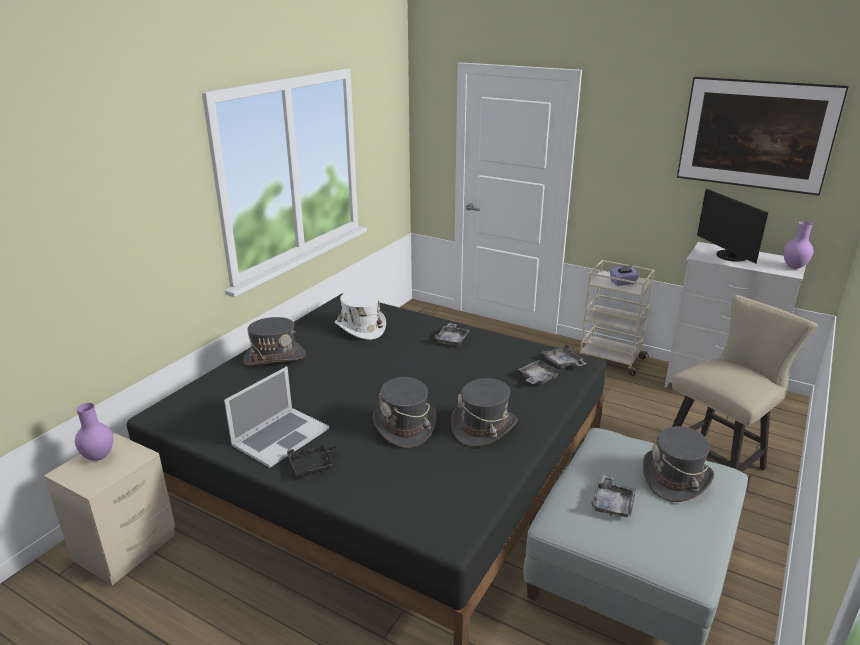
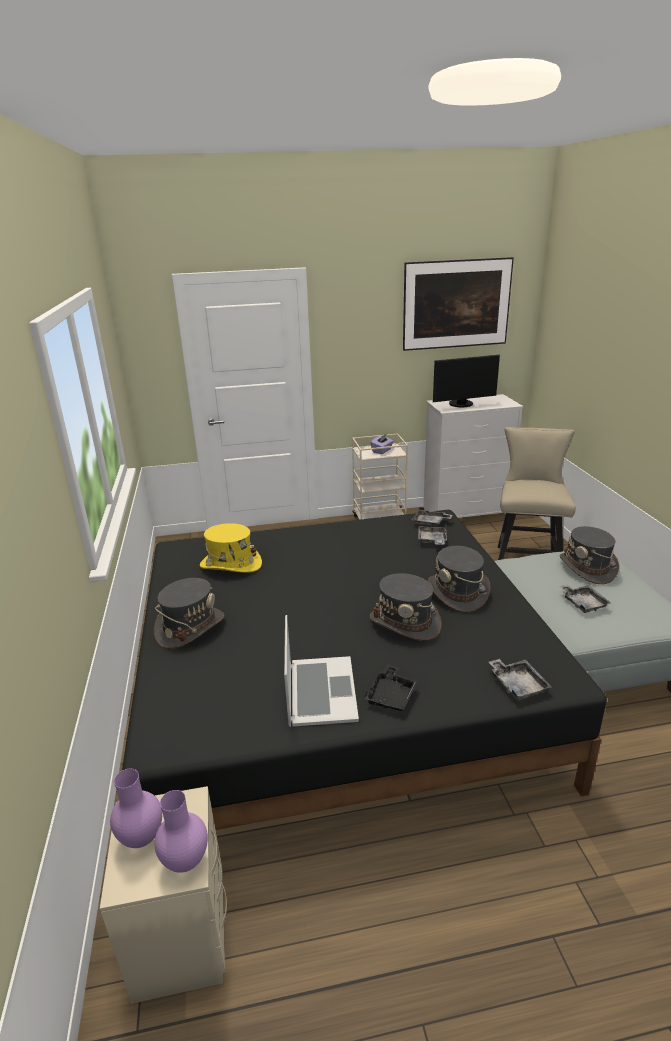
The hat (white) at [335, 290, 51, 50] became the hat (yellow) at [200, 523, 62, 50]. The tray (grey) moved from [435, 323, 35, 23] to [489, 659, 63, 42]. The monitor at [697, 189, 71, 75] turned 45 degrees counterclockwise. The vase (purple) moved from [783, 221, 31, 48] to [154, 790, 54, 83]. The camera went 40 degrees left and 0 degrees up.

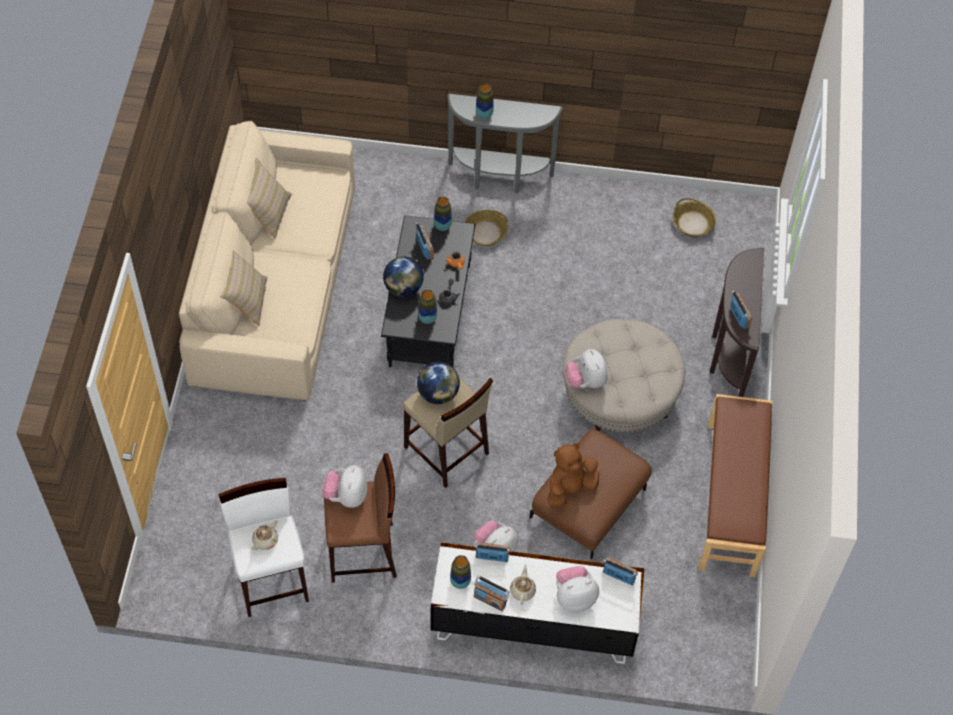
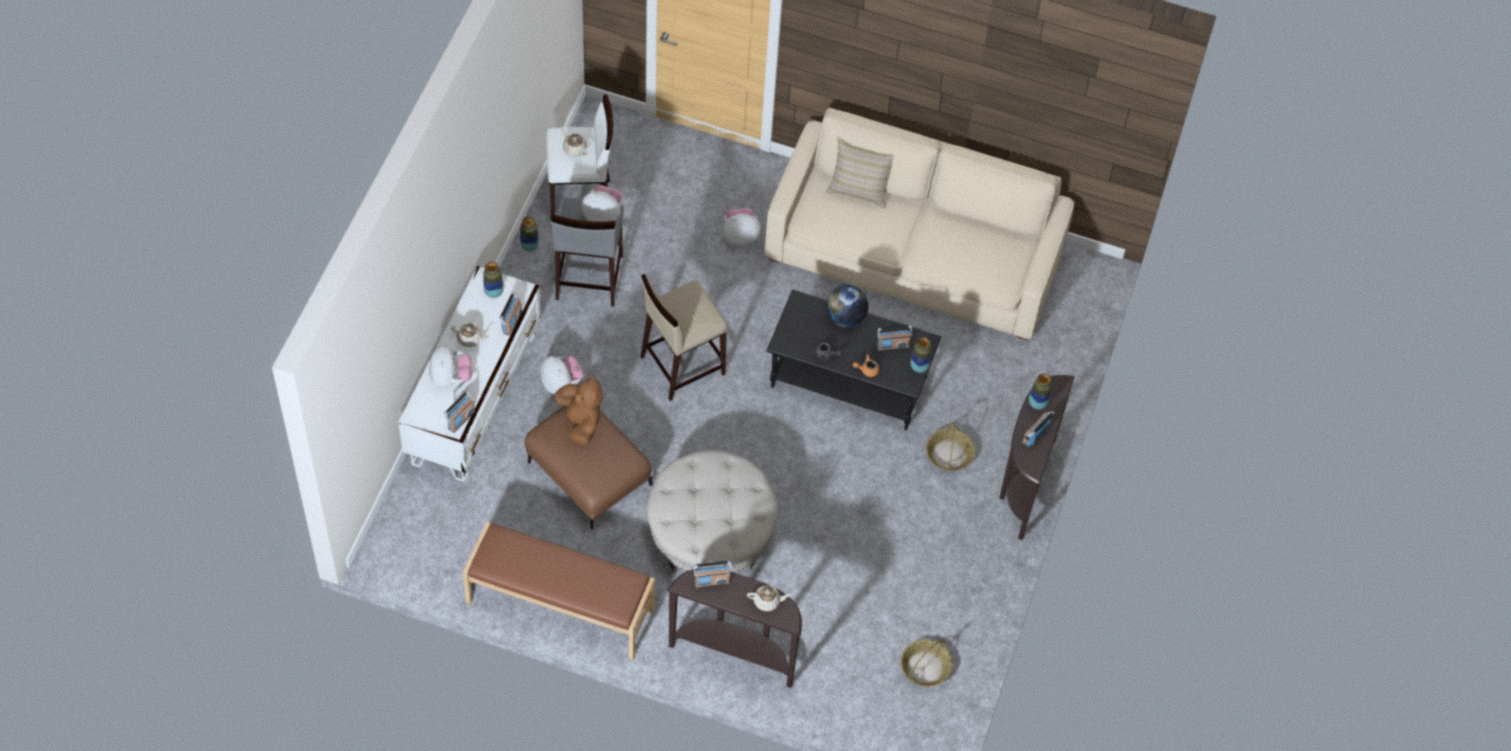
The pillow (beige) at [247, 158, 45, 80] disappeared. The stool (brown) at [324, 453, 73, 130] became the stool (grey) at [551, 197, 73, 109]. The globe at [417, 362, 43, 42] disappeared. The vase moved from [418, 290, 19, 34] to [520, 217, 19, 35]. The console table (grey) at [447, 94, 116, 100] became the console table (brown) at [999, 375, 76, 165]. The radio moved from [473, 575, 37, 36] to [1022, 411, 32, 36]. The plush toy moved from [565, 349, 43, 39] to [723, 208, 38, 39]. The teapot (beige) at [747, 585, 44, 26] appeared. The camera went 100 degrees right and 0 degrees up.

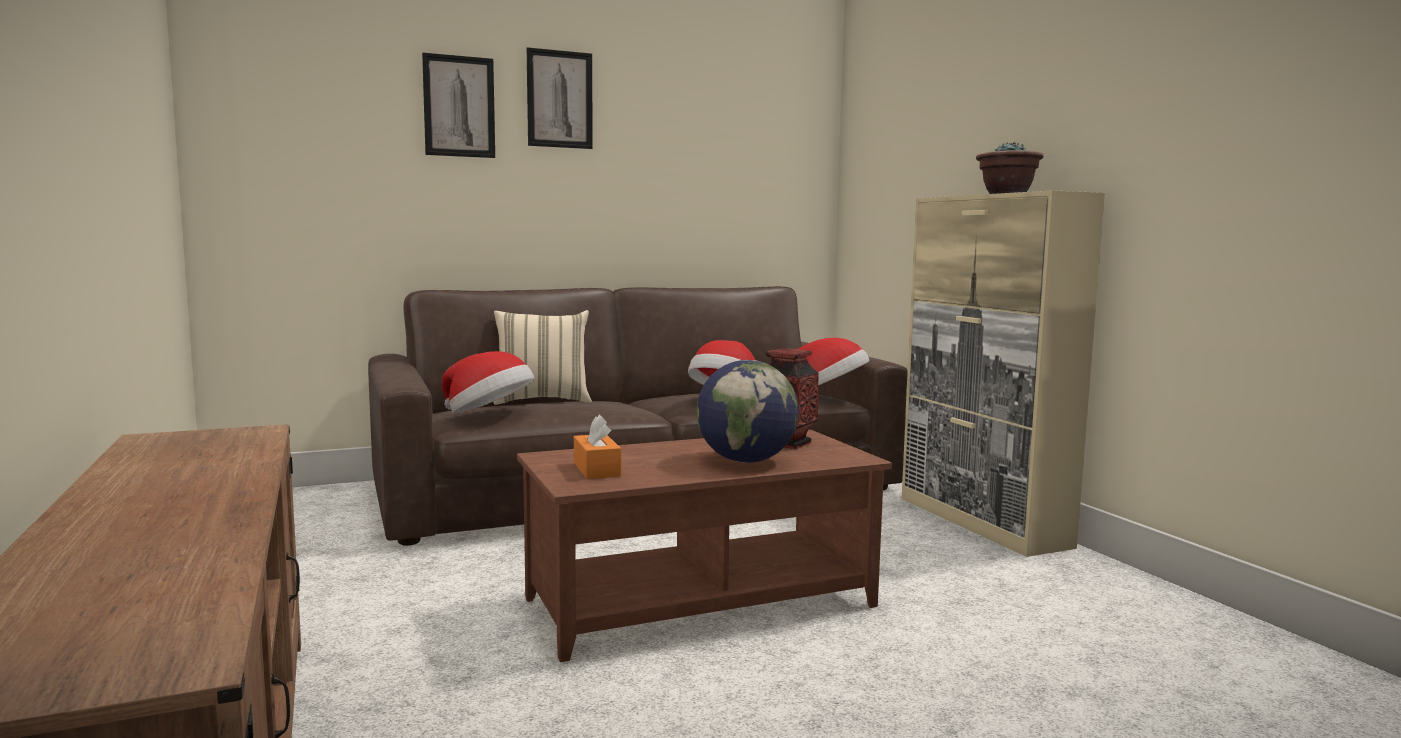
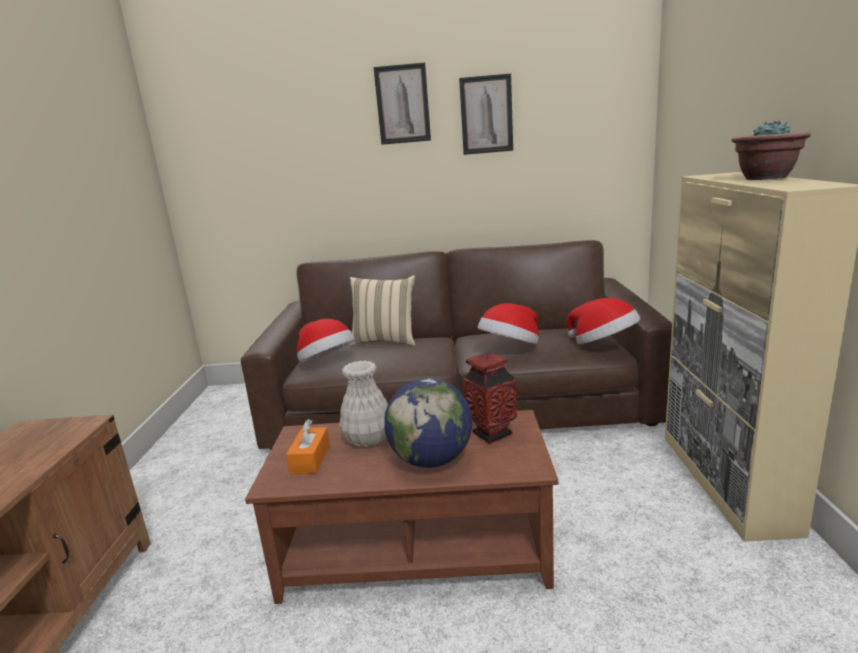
The picture moved from [422, 52, 73, 106] to [459, 73, 54, 82]. The vase (white) at [339, 361, 49, 86] appeared. The camera went 25 degrees right and 10 degrees up.

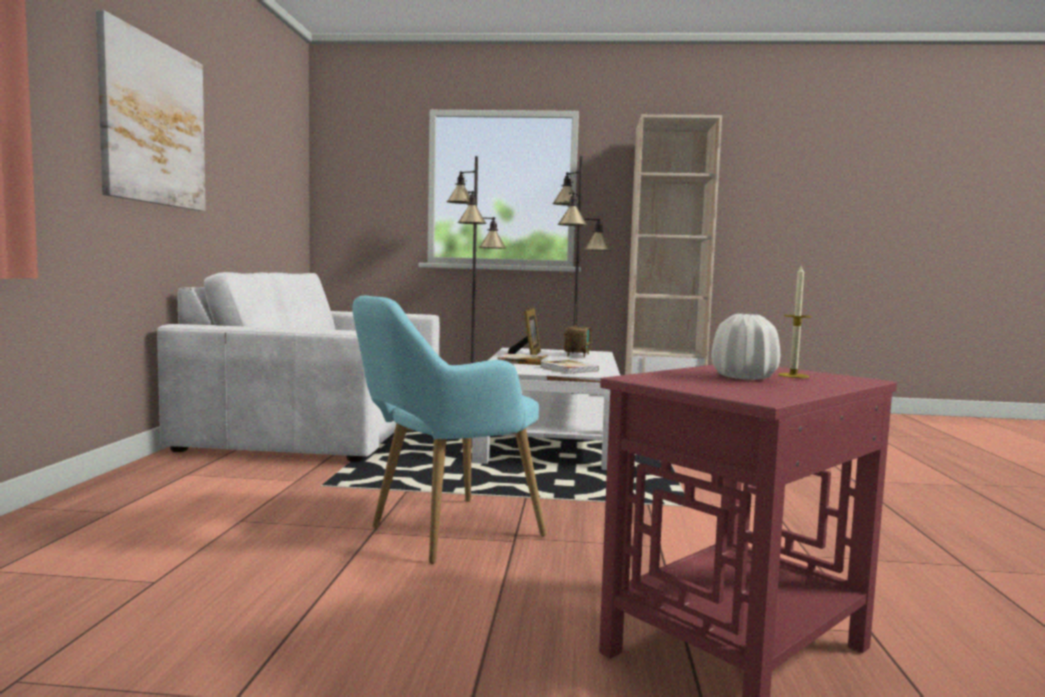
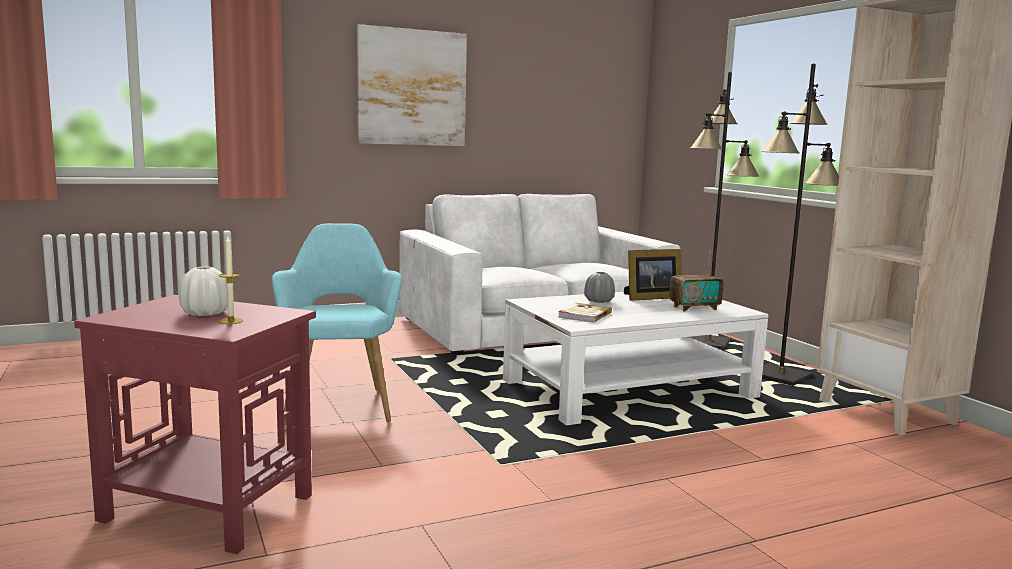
The armchair (turquoise) at [352, 296, 194, 268] turned 60 degrees clockwise. The book at [497, 353, 51, 12] was replaced by the vase (grey) at [584, 272, 31, 31]. The camera went 60 degrees right and 5 degrees up.

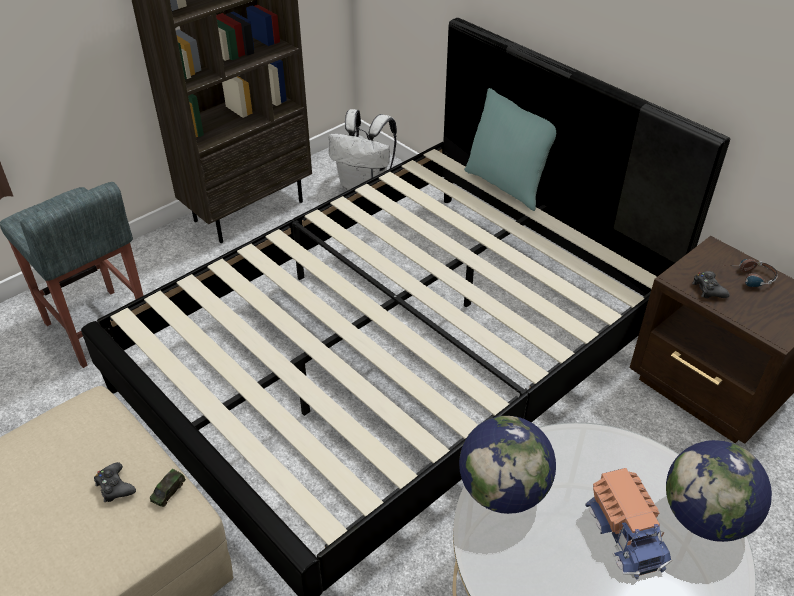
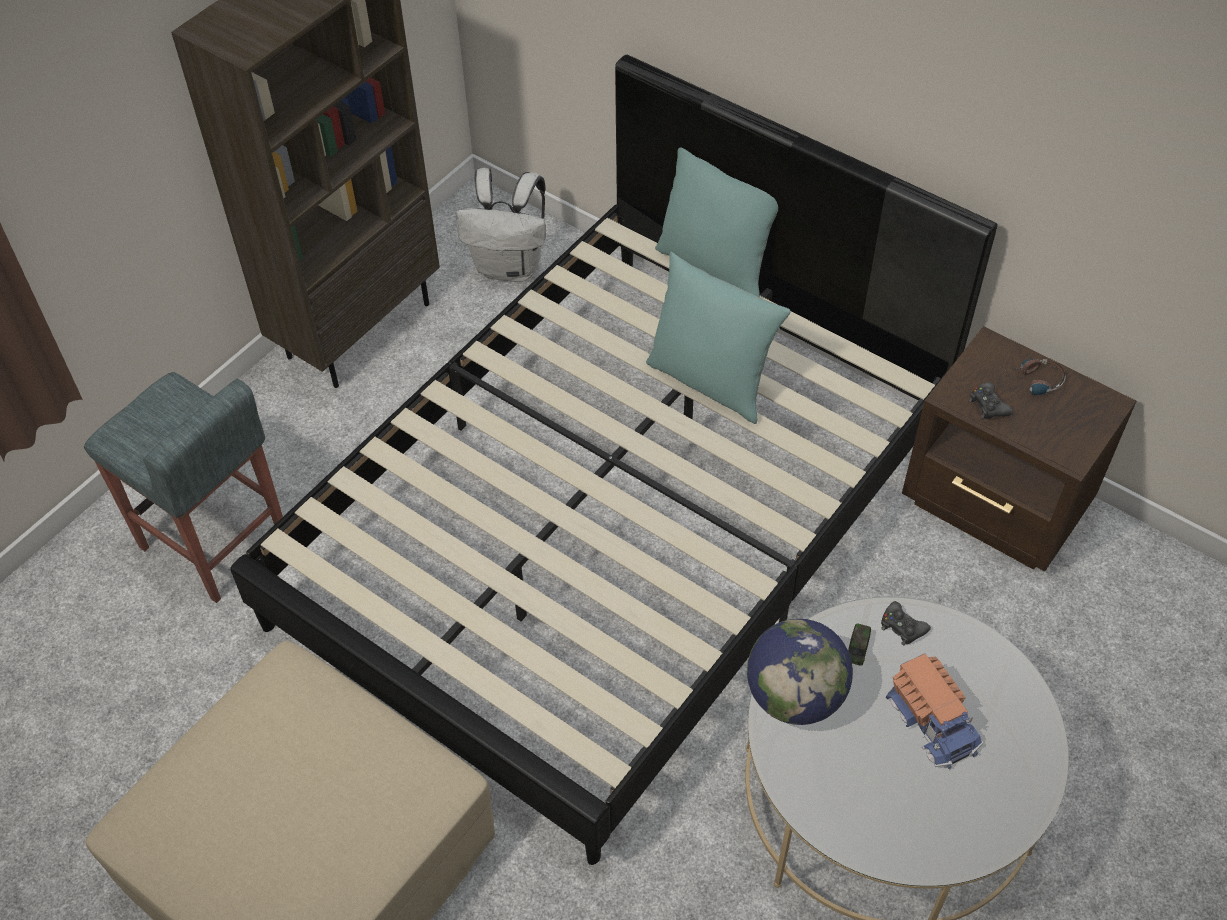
The game controller (black) moved from [94, 462, 42, 40] to [881, 601, 50, 44]. The toy car moved from [150, 469, 36, 38] to [848, 623, 23, 43]. The globe at [666, 440, 106, 102] disappeared. The pillow (turquoise) at [646, 252, 145, 172] appeared. The camera went 10 degrees left and 10 degrees up.

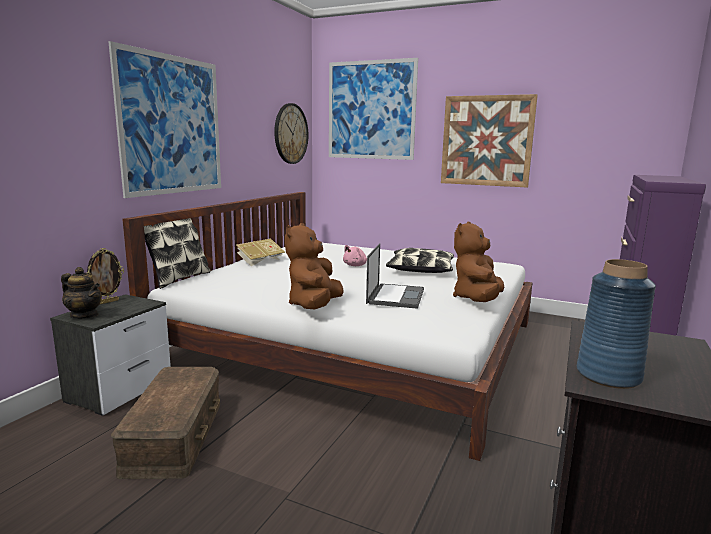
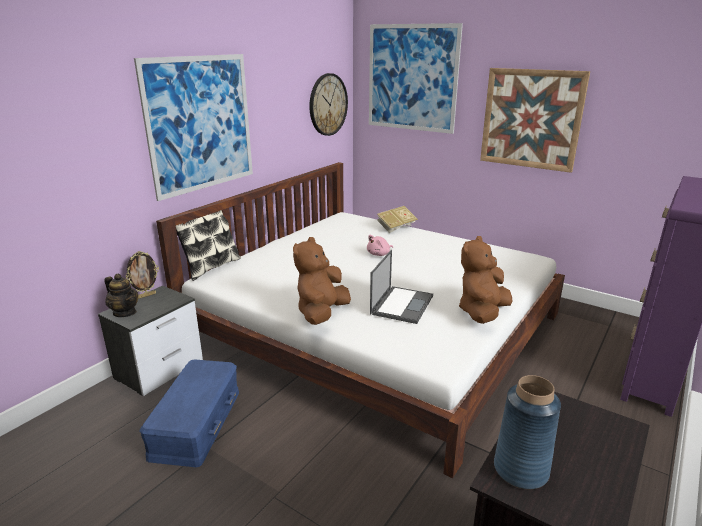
The storage box (brown) at [111, 367, 109, 112] became the storage box (blue) at [140, 359, 99, 108]. The book moved from [236, 239, 49, 27] to [377, 206, 41, 27]. The pillow at [386, 248, 68, 25] disappeared. The camera went 10 degrees right and 10 degrees up.

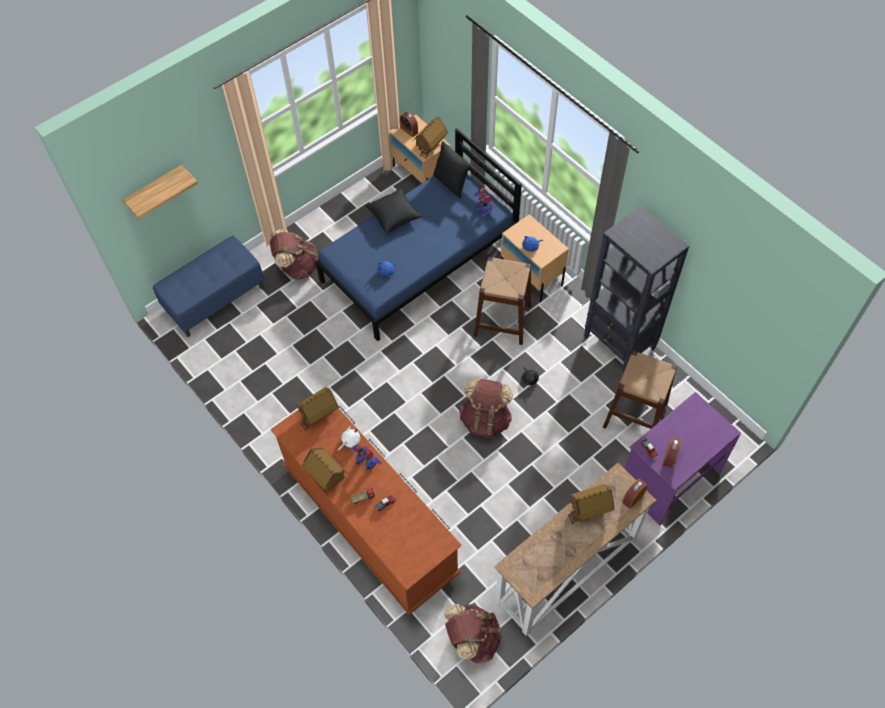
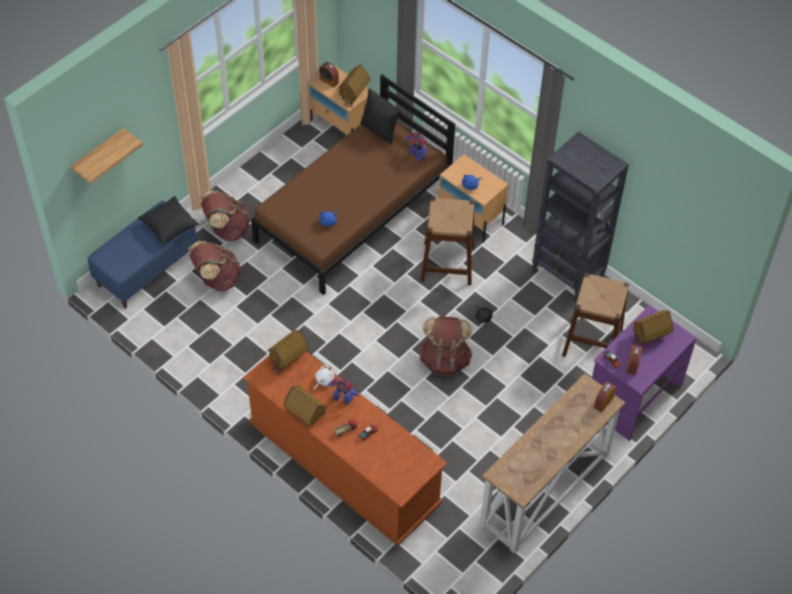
The bed (blue) at [316, 128, 206, 213] became the bed (brown) at [251, 74, 204, 221]. The pillow (black) moved from [365, 188, 57, 47] to [138, 196, 61, 50]. The backpack (brown) moved from [444, 604, 58, 60] to [188, 241, 53, 51]. The toy house moved from [568, 484, 46, 40] to [631, 310, 43, 36]. The camera went 10 degrees left and 5 degrees down.

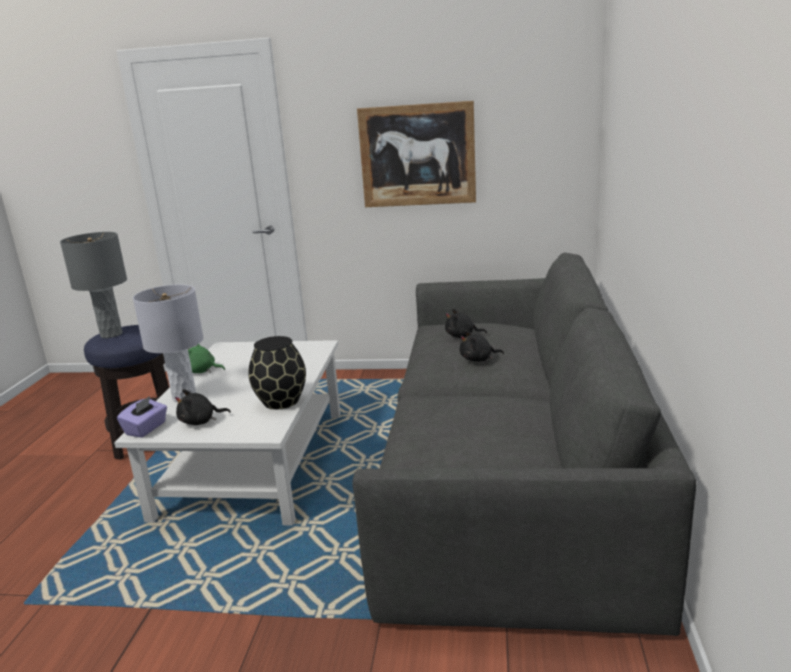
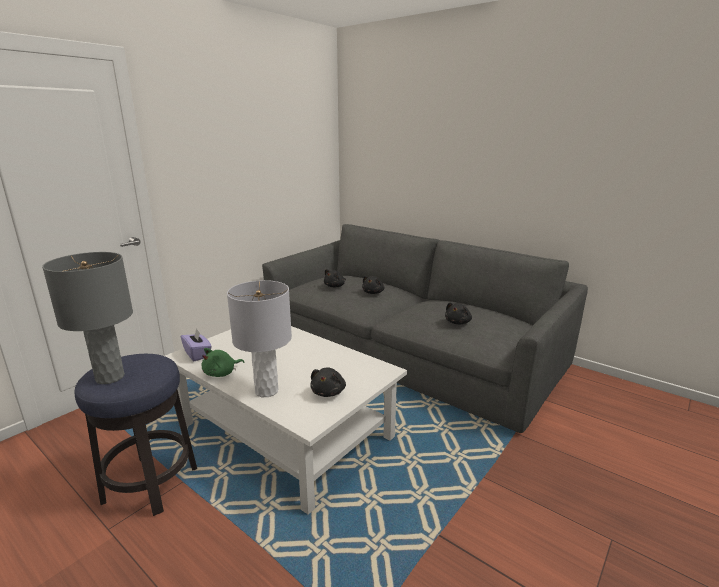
The tissue box (purple) moved from [117, 396, 50, 42] to [181, 328, 31, 33]. The vase (black) at [248, 336, 58, 73] disappeared. The picture at [357, 101, 119, 106] disappeared. The plush toy (black) at [445, 302, 27, 22] appeared. The camera went 60 degrees left and 0 degrees up.

